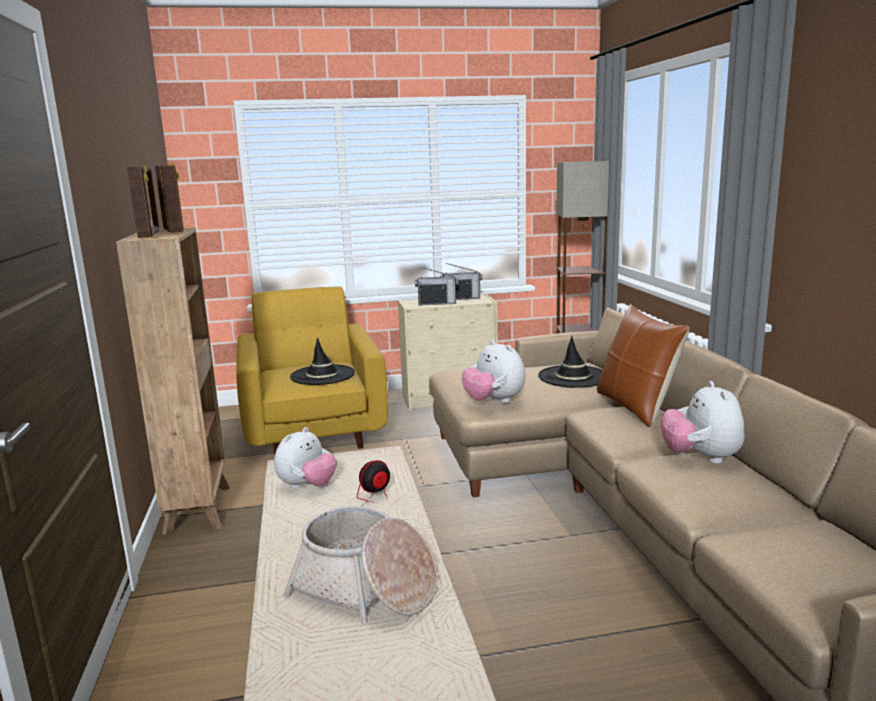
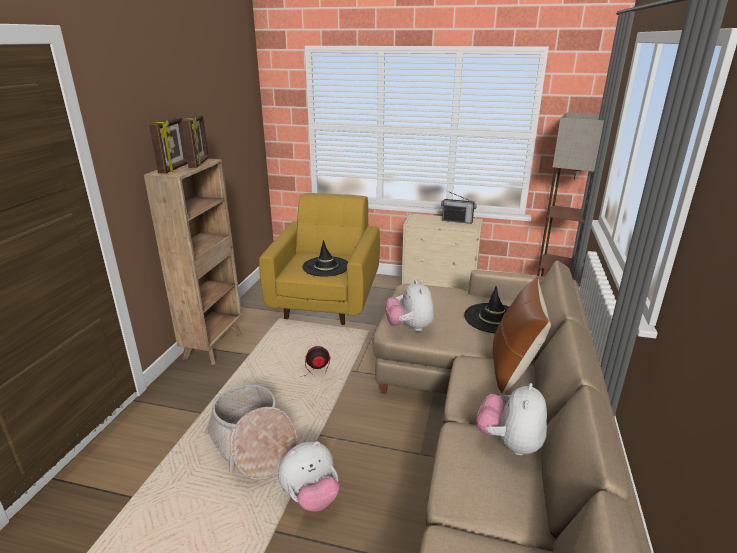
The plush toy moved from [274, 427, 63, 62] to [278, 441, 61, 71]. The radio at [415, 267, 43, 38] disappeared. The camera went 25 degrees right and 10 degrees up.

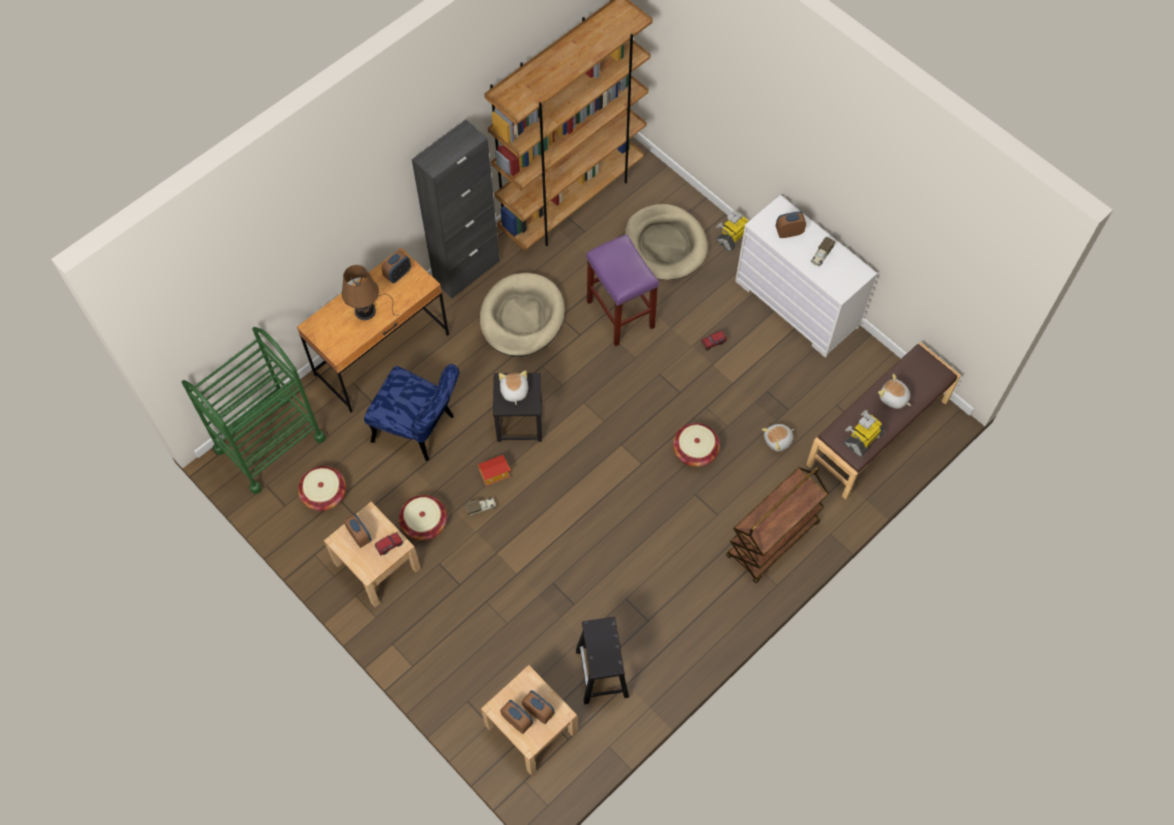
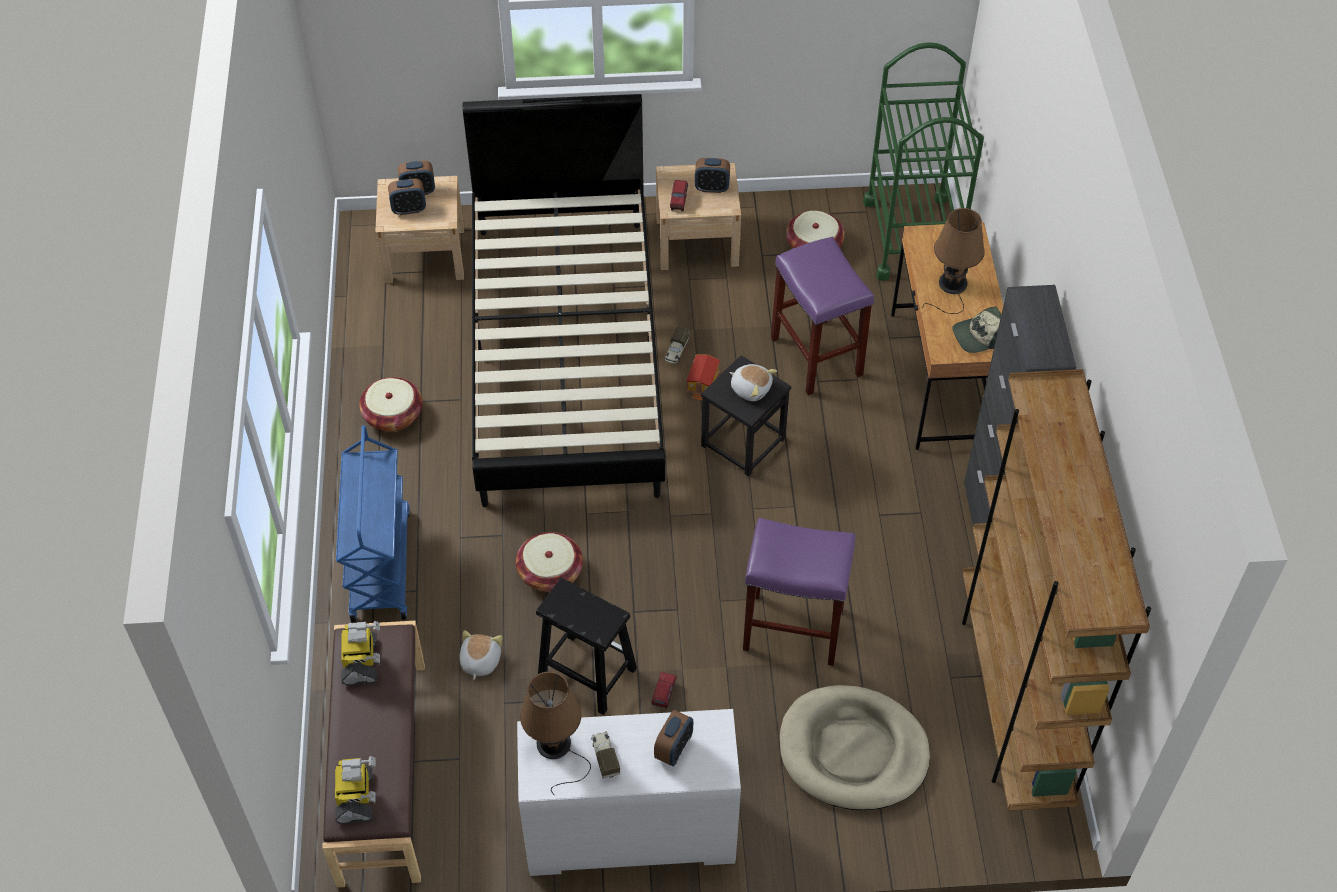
The chair (blue) at [364, 364, 95, 97] was replaced by the stool (purple) at [771, 237, 103, 158]. The alarm clock at [381, 250, 30, 33] was replaced by the cap at [952, 306, 49, 47]. The basket moved from [399, 495, 48, 46] to [359, 377, 64, 55]. The dog bed (beige) at [480, 273, 85, 84] disappeared. The stool (black) moved from [576, 617, 53, 87] to [536, 578, 101, 137]. The toy robot moved from [716, 210, 32, 41] to [335, 756, 41, 68]. The cart (brown) at [726, 467, 103, 116] became the cart (blue) at [336, 425, 74, 197]. The plush toy at [878, 374, 33, 35] disappeared. The bed (black) at [462, 94, 203, 413] appeared. The table lamp (brown) at [520, 672, 71, 123] appeared. The camera went 130 degrees right and 10 degrees down.

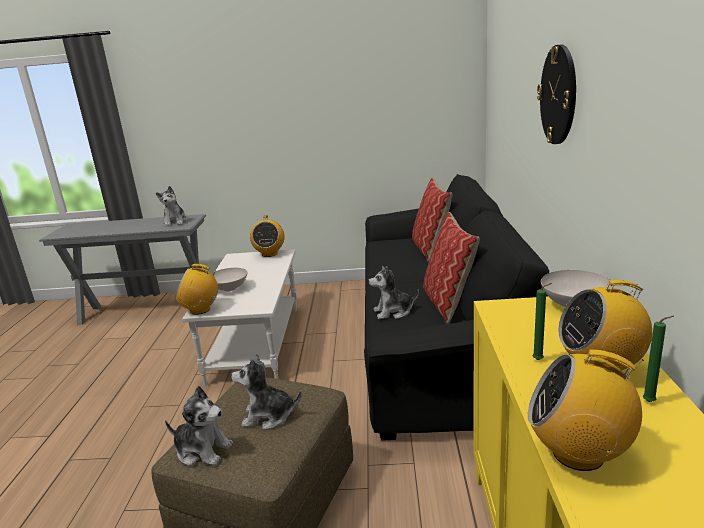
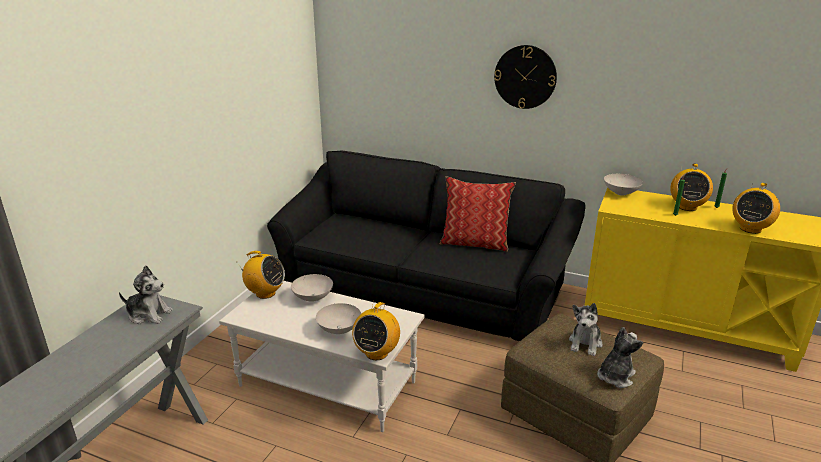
The plush toy at [368, 266, 51, 53] disappeared. The pillow at [412, 178, 41, 84] disappeared. The bowl (white) at [291, 274, 42, 28] appeared. The camera went 70 degrees left and 5 degrees up.

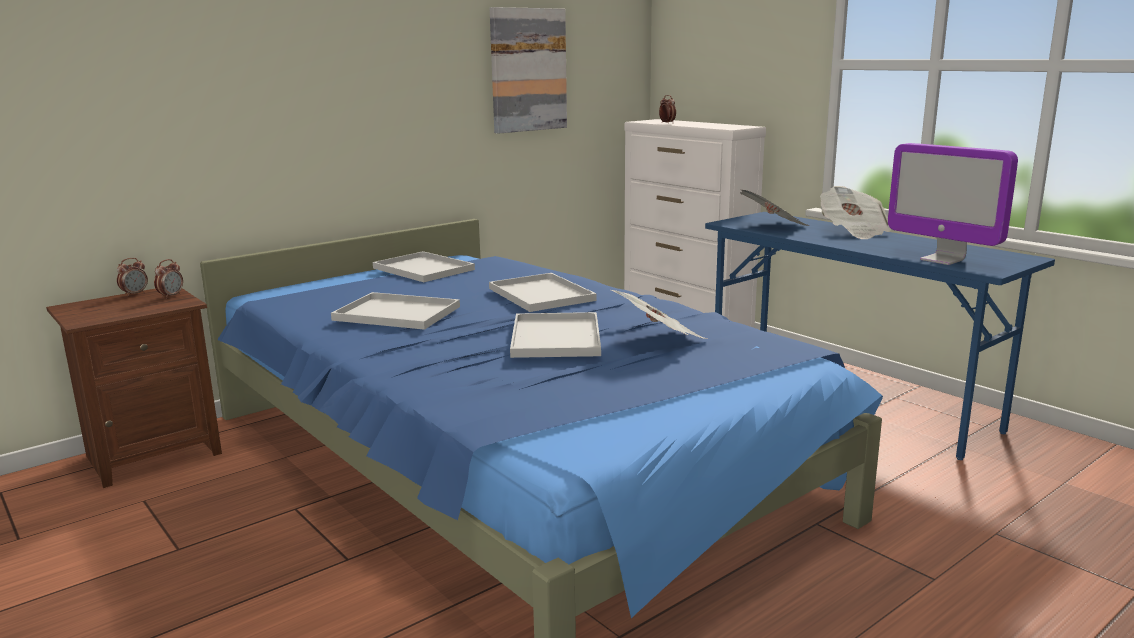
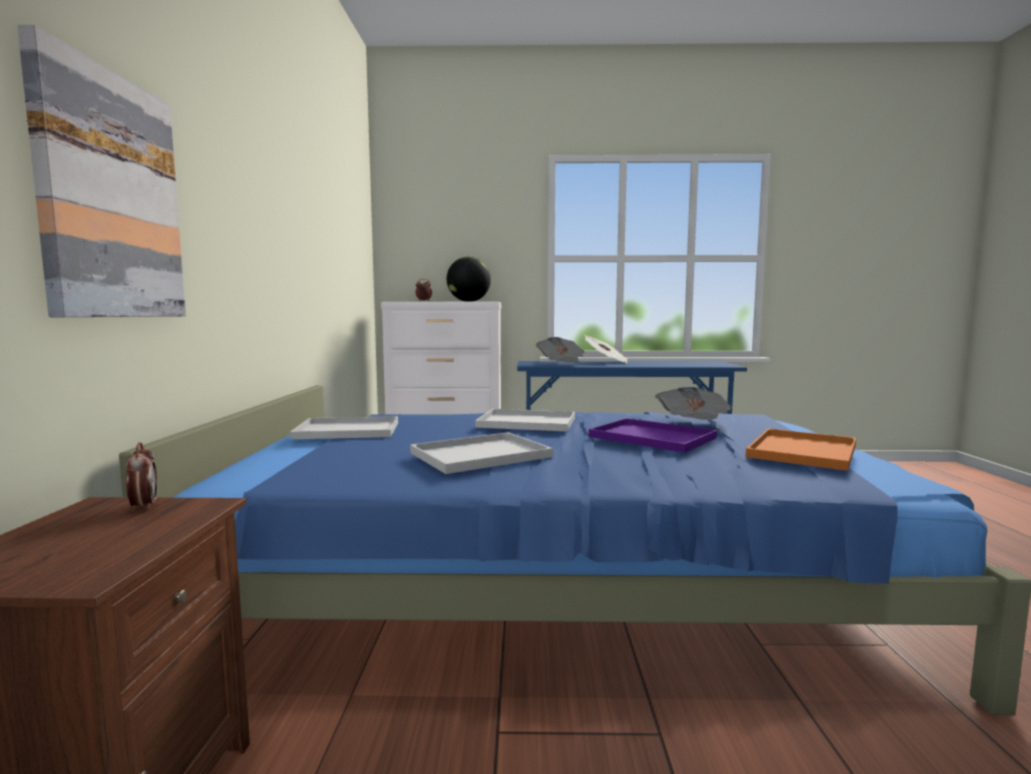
The alarm clock at [117, 258, 31, 39] disappeared. The picture moved from [489, 7, 78, 127] to [17, 25, 169, 292]. The tray (white) at [510, 312, 91, 46] became the tray (purple) at [588, 418, 129, 35]. The monitor at [888, 143, 130, 122] disappeared. The globe at [447, 257, 44, 45] appeared. The tray (orange) at [746, 429, 110, 42] appeared. The camera went 50 degrees left and 10 degrees down.

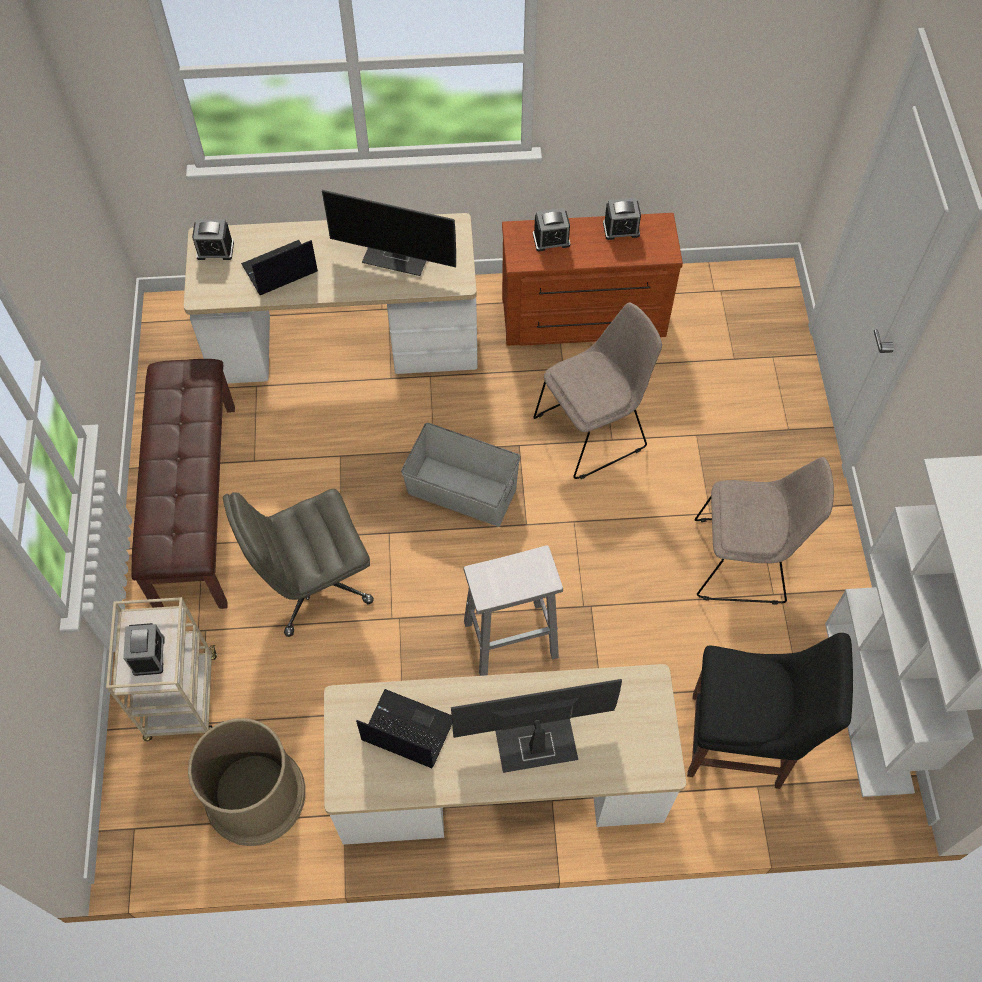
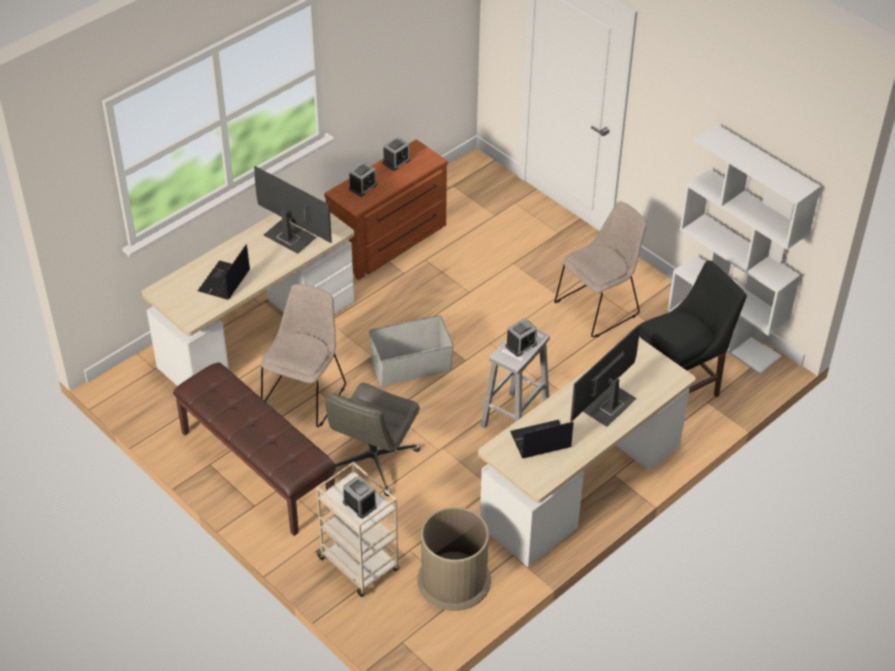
The alarm clock moved from [192, 219, 42, 41] to [505, 318, 32, 39]. The monitor at [322, 190, 134, 86] turned 120 degrees counterclockwise. The chair (beige) moved from [533, 302, 129, 177] to [261, 284, 85, 143]. The camera went 40 degrees left and 15 degrees down.

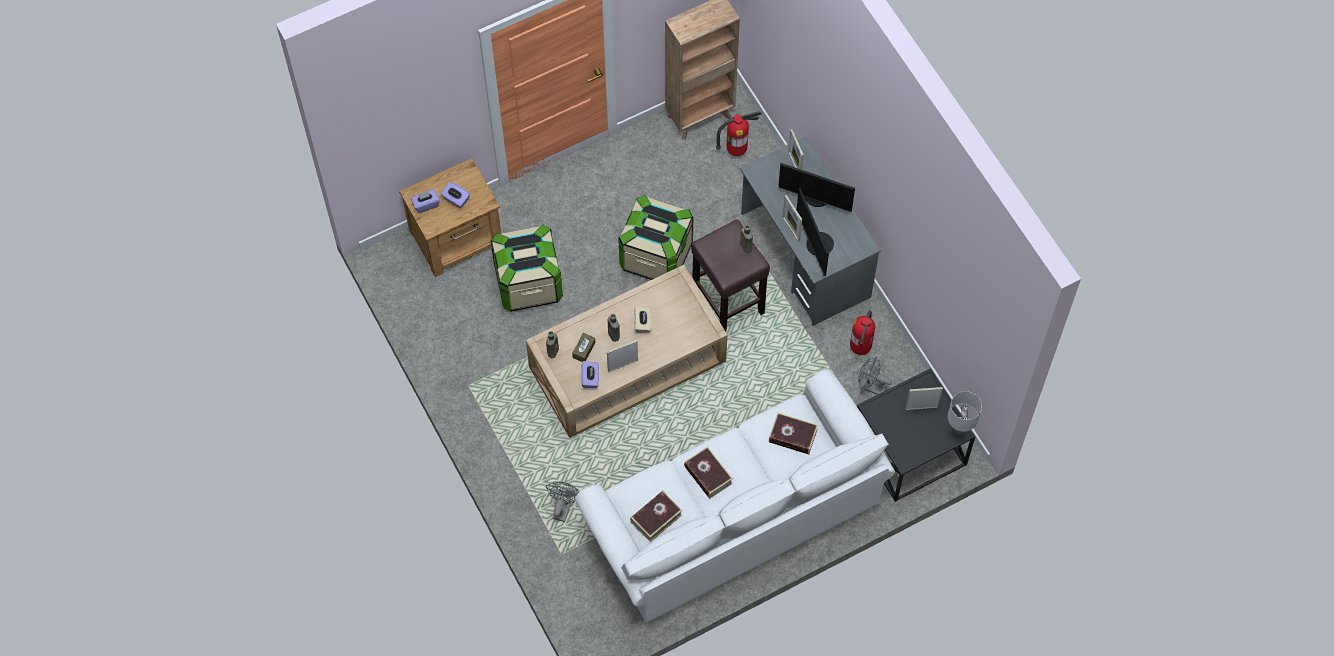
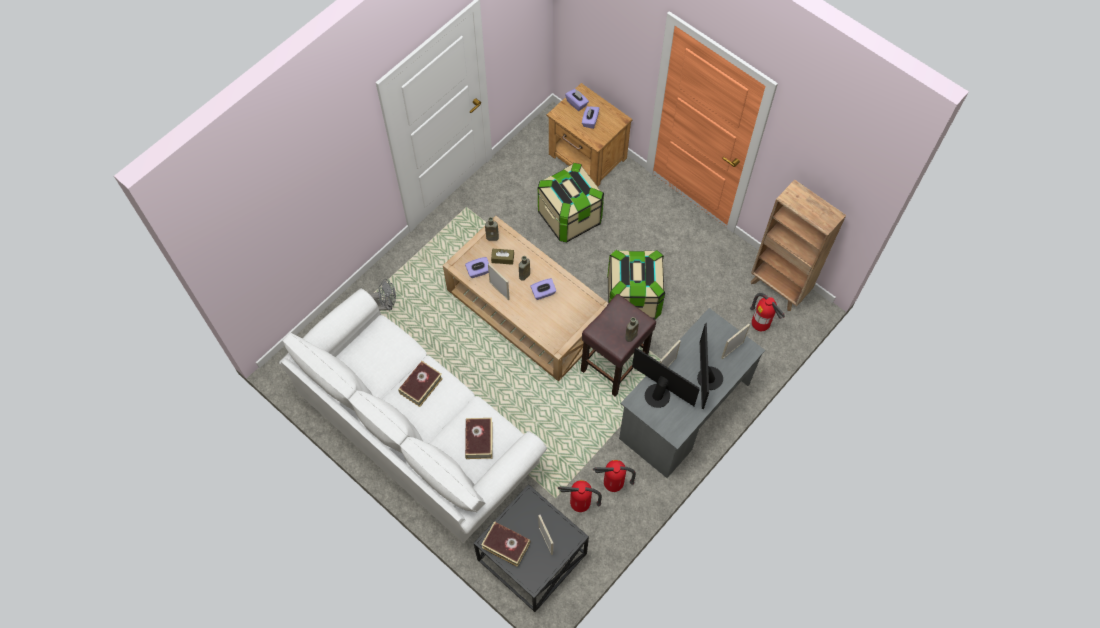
The book moved from [630, 491, 52, 51] to [481, 521, 50, 46]. The tissue box (beige) at [634, 306, 18, 27] became the tissue box (purple) at [530, 278, 26, 22]. The monitor at [797, 188, 37, 88] turned 75 degrees clockwise. The fan (grey) at [858, 356, 34, 39] was replaced by the fire extinguisher at [558, 480, 44, 32]. The table lamp (grey) at [948, 391, 34, 47] disappeared. The camera went 70 degrees right and 0 degrees up.

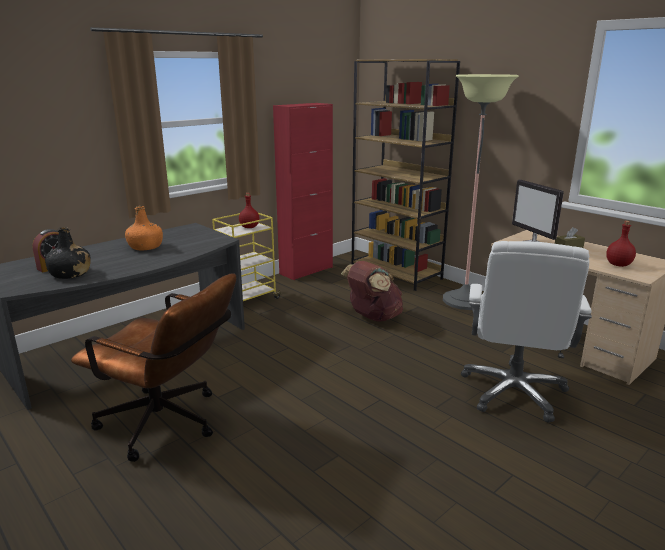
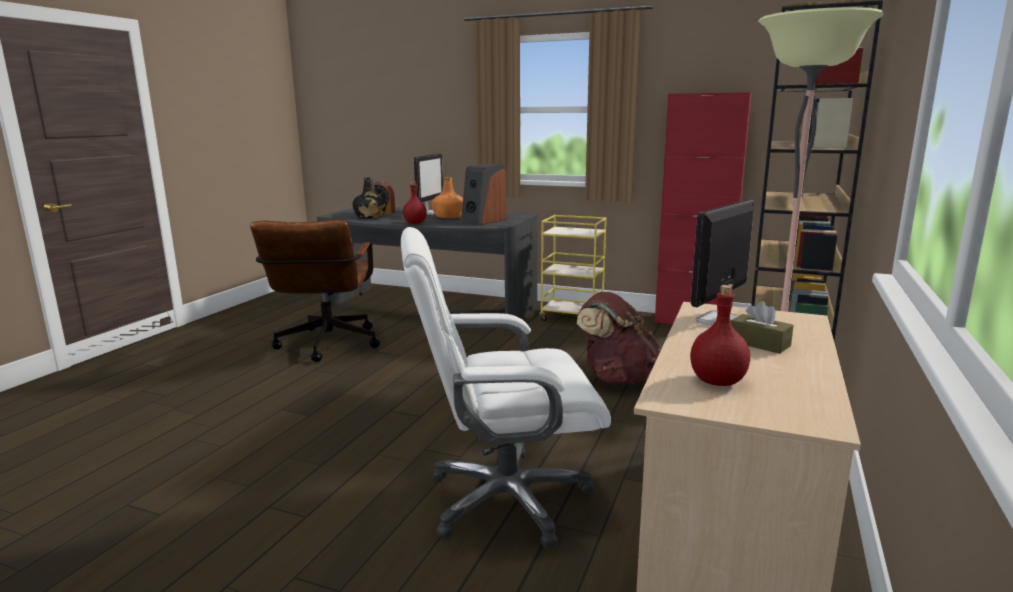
The bottle (red) moved from [239, 193, 20, 35] to [403, 181, 24, 43]. The monitor at [414, 153, 29, 62] appeared. The speaker at [461, 164, 46, 62] appeared. The camera went 65 degrees right and 5 degrees down.

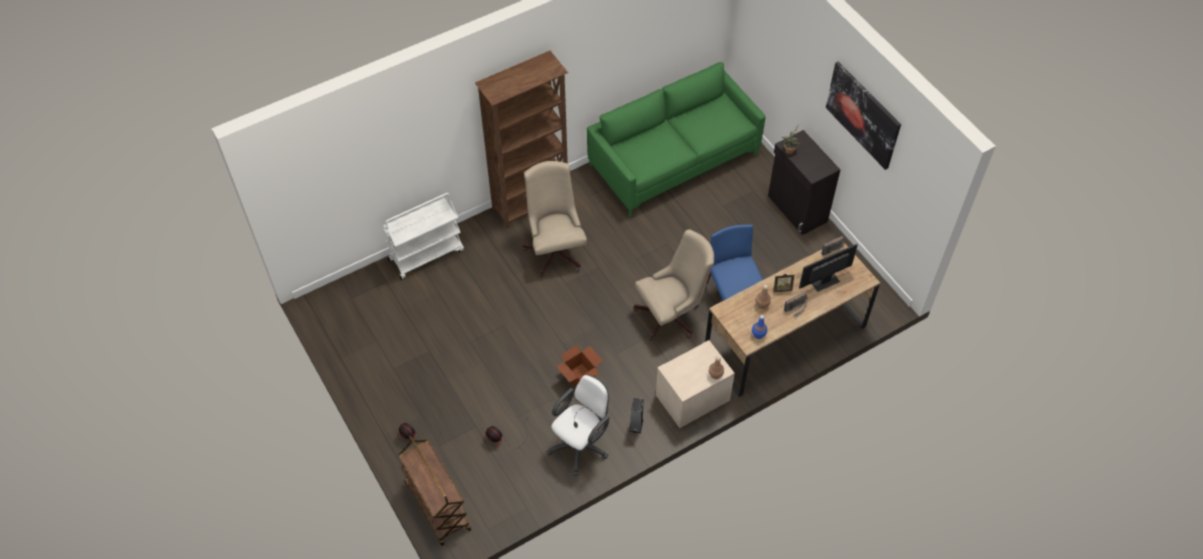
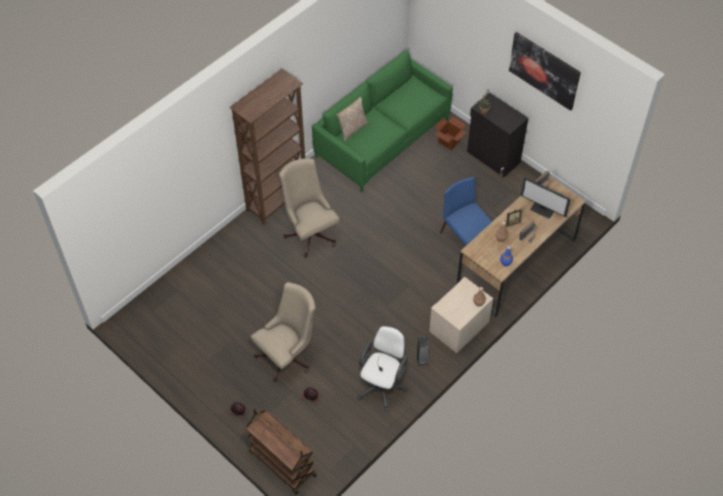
The cart (white) at [383, 193, 81, 87] disappeared. The cardboard box moved from [556, 345, 47, 42] to [434, 117, 32, 33]. The office chair (beige) moved from [634, 229, 80, 111] to [251, 282, 65, 100]. The monitor at [799, 244, 59, 48] turned 105 degrees counterclockwise. The pillow at [336, 97, 33, 44] appeared. The camera went 15 degrees left and 0 degrees up.

